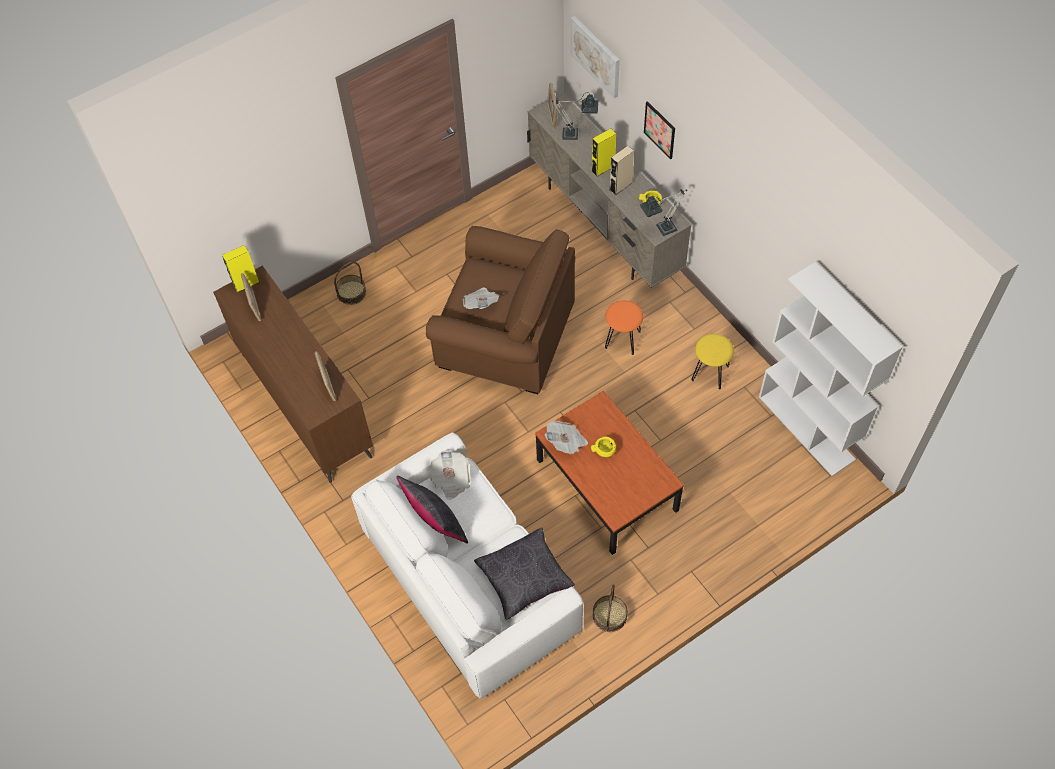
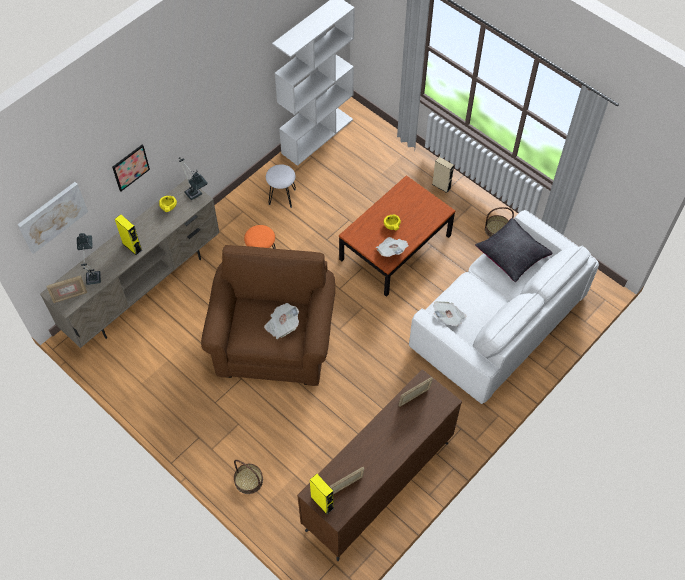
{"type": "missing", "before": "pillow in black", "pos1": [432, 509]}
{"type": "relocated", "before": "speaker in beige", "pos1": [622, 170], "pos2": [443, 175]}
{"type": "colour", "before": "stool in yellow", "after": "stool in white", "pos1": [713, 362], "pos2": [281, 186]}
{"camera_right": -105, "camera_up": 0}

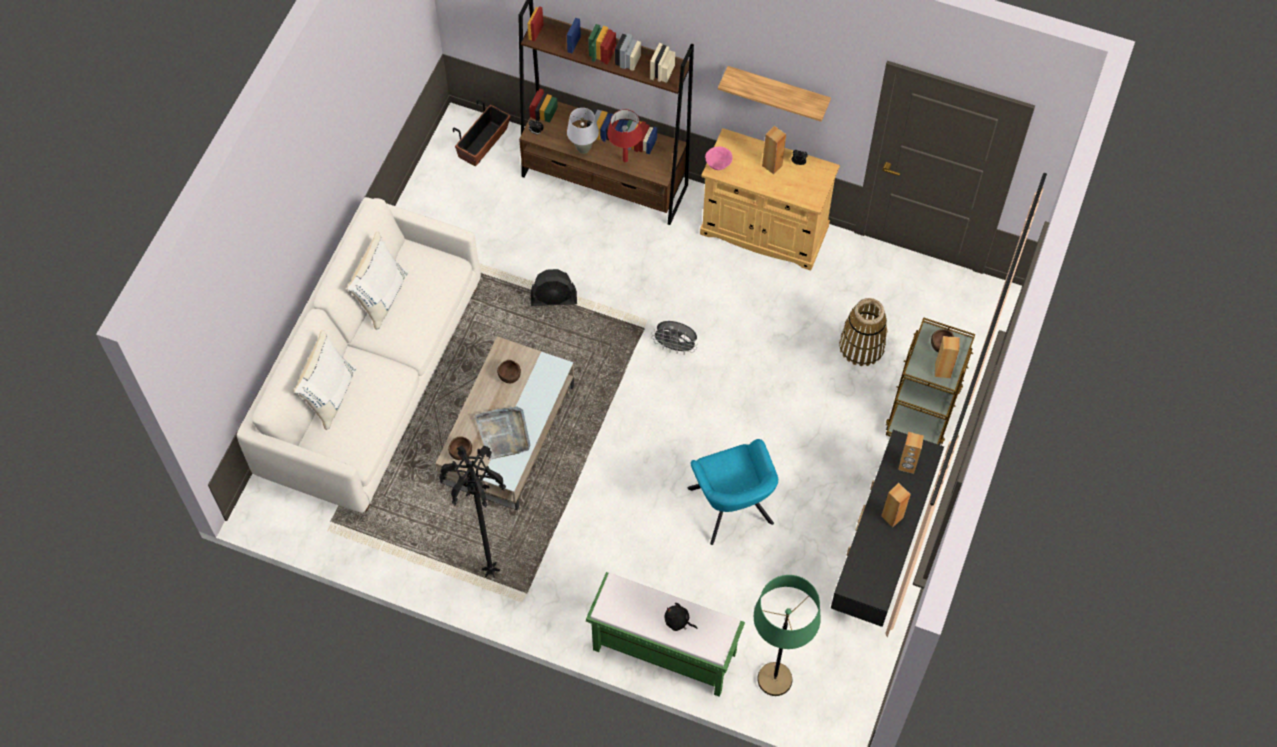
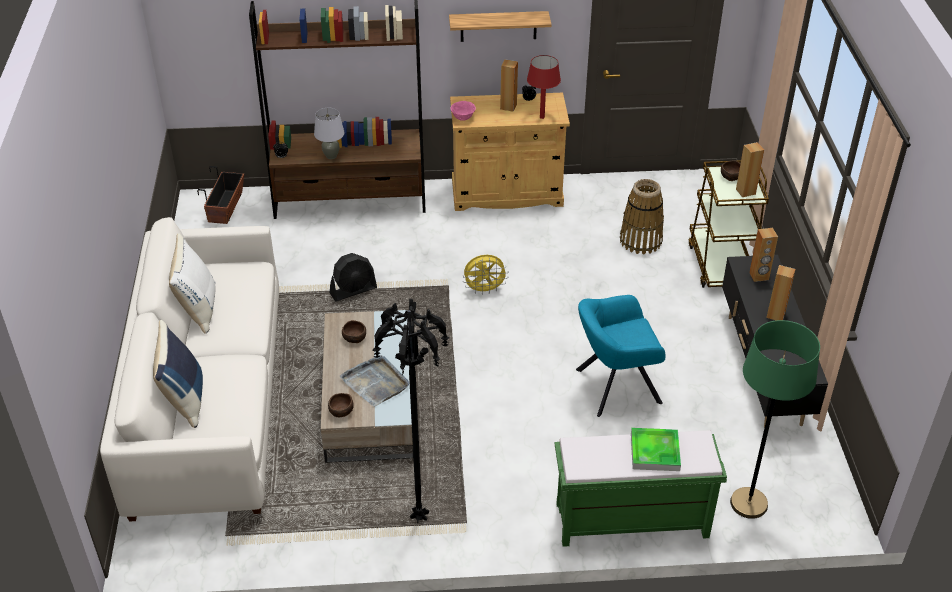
{"type": "colour", "before": "pillow in white", "after": "pillow in blue", "pos1": [325, 380], "pos2": [178, 374]}
{"type": "relocated", "before": "table lamp in red", "pos1": [625, 135], "pos2": [544, 87]}
{"type": "colour", "before": "fan in grey", "after": "fan in yellow", "pos1": [674, 337], "pos2": [486, 275]}
{"type": "exchanged", "before": "plush toy in black", "after": "tray", "pos1": [681, 617], "pos2": [656, 449]}
{"type": "spun", "before": "armchair in turquoise", "pos1": [732, 492], "pos2": [621, 356], "turn": 120}
{"camera_right": -25, "camera_up": -20}

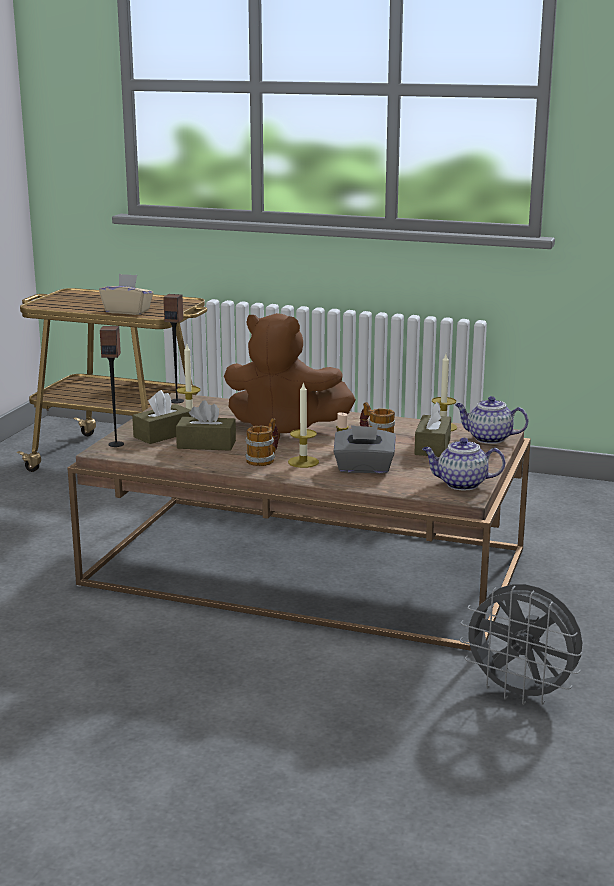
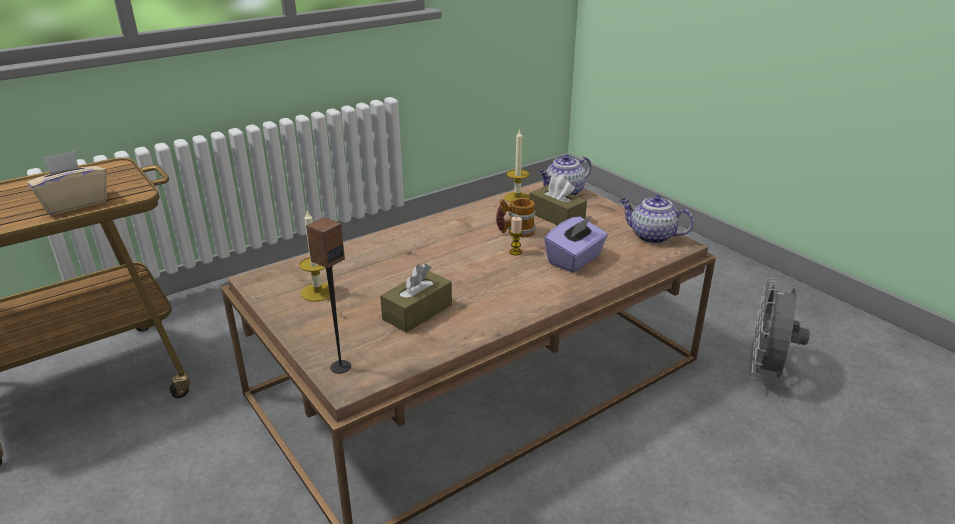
{"type": "missing", "before": "tissue box in brown", "pos1": [162, 417]}
{"type": "missing", "before": "speaker", "pos1": [173, 348]}
{"type": "missing", "before": "plush toy in brown", "pos1": [290, 377]}
{"type": "missing", "before": "mug", "pos1": [261, 442]}
{"type": "missing", "before": "candle", "pos1": [303, 425]}
{"type": "colour", "before": "tissue box in grey", "after": "tissue box in purple", "pos1": [364, 449], "pos2": [576, 244]}
{"type": "spun", "before": "teapot", "pos1": [463, 464], "pos2": [657, 219], "turn": 75}
{"type": "spun", "before": "fan in grey", "pos1": [521, 644], "pos2": [779, 328], "turn": 135}
{"camera_right": -55, "camera_up": 10}

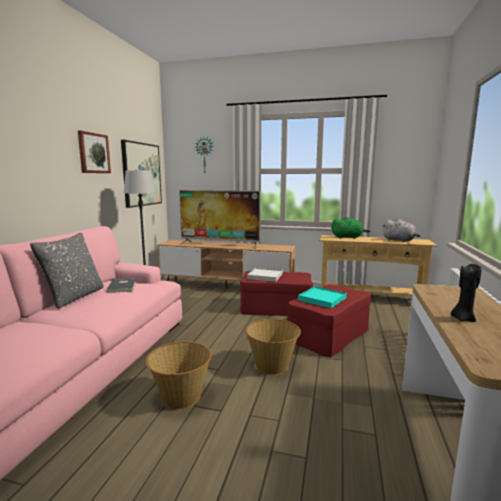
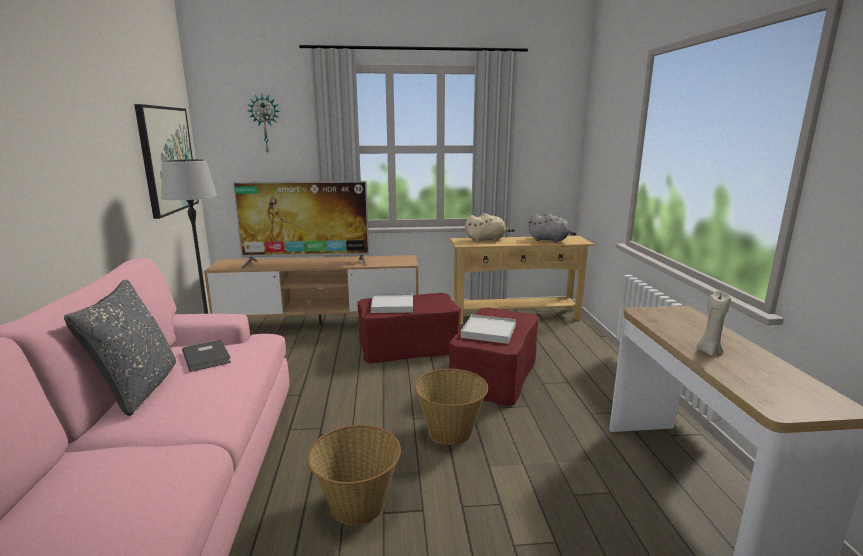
{"type": "missing", "before": "picture", "pos1": [94, 152]}
{"type": "colour", "before": "tray in turquoise", "after": "tray in white", "pos1": [322, 297], "pos2": [488, 329]}
{"type": "colour", "before": "plush toy in green", "after": "plush toy in beige", "pos1": [350, 228], "pos2": [490, 227]}
{"type": "colour", "before": "candle in black", "after": "candle in beige", "pos1": [466, 293], "pos2": [713, 323]}
{"camera_right": -20, "camera_up": 5}

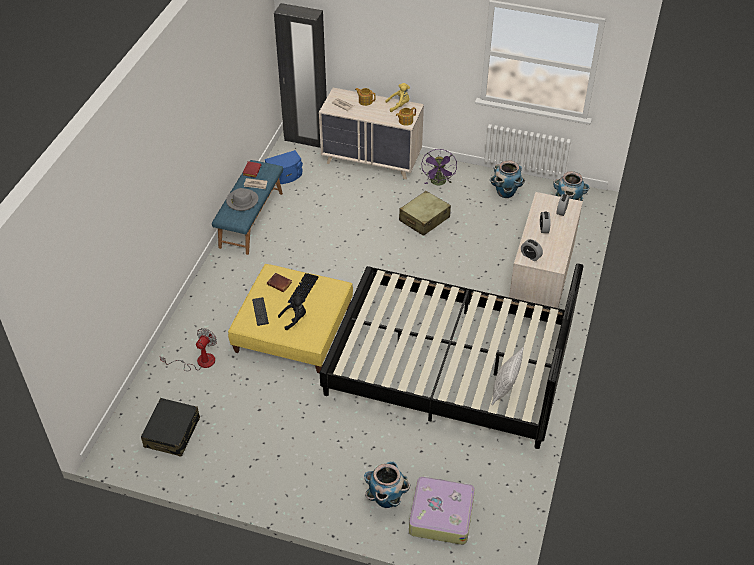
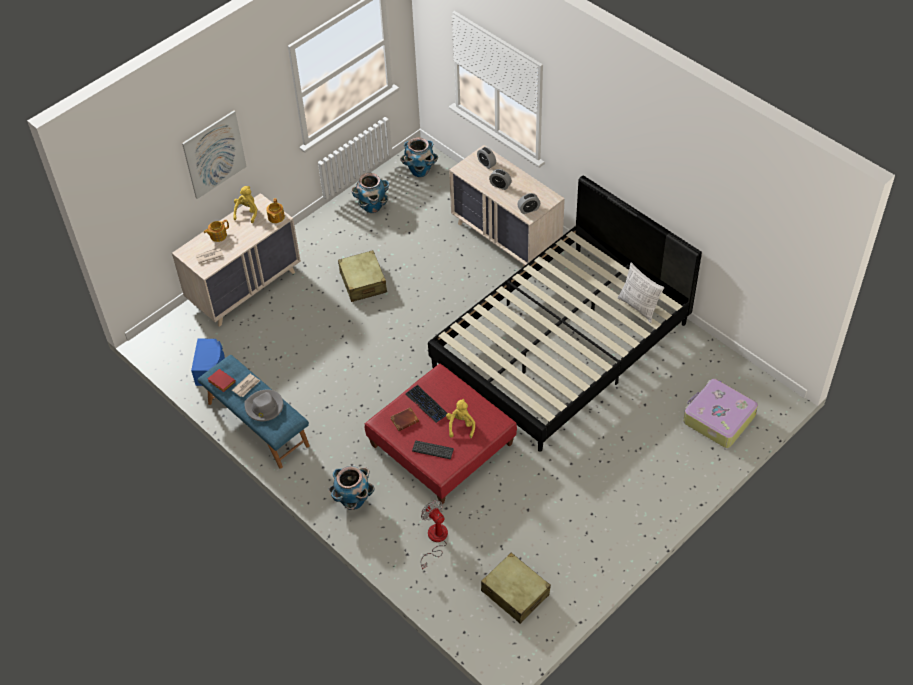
{"type": "colour", "before": "suitcase in black", "after": "suitcase in beige", "pos1": [170, 427], "pos2": [516, 588]}
{"type": "colour", "before": "ottoman in yellow", "after": "ottoman in red", "pos1": [290, 318], "pos2": [441, 434]}
{"type": "missing", "before": "wardrobe in black", "pos1": [300, 75]}
{"type": "colour", "before": "plush toy in black", "after": "plush toy in yellow", "pos1": [292, 313], "pos2": [460, 418]}
{"type": "relocated", "before": "planter", "pos1": [387, 484], "pos2": [351, 488]}
{"type": "missing", "before": "fan in purple", "pos1": [439, 167]}
{"type": "appeared", "after": "picture", "pos2": [214, 155]}
{"camera_right": -60, "camera_up": 5}

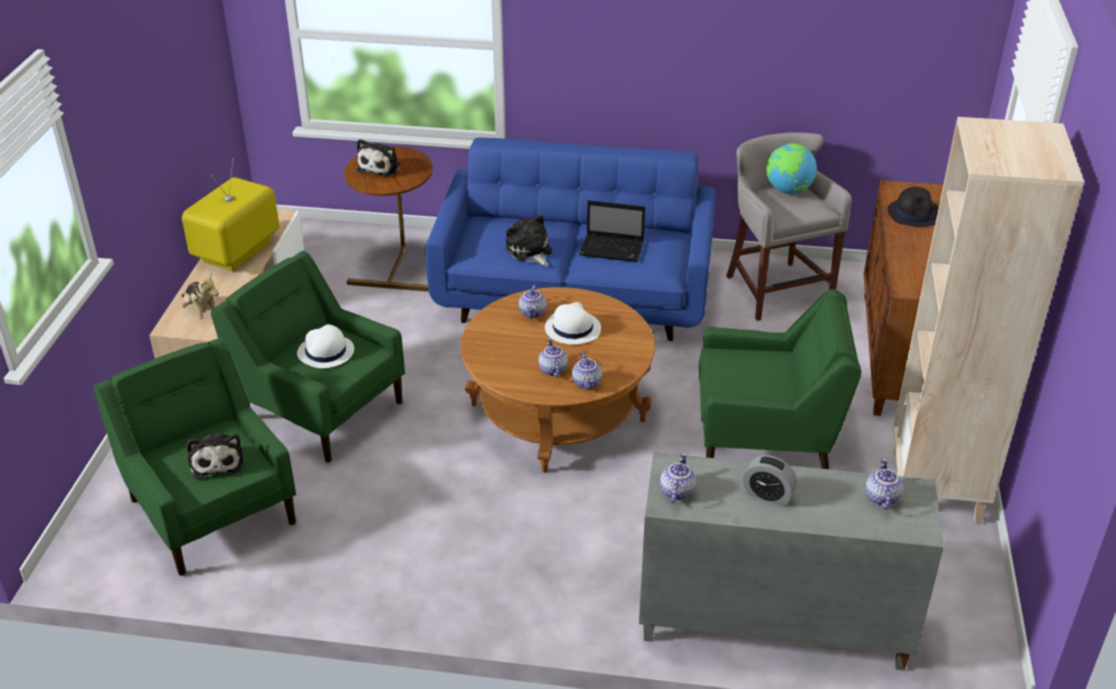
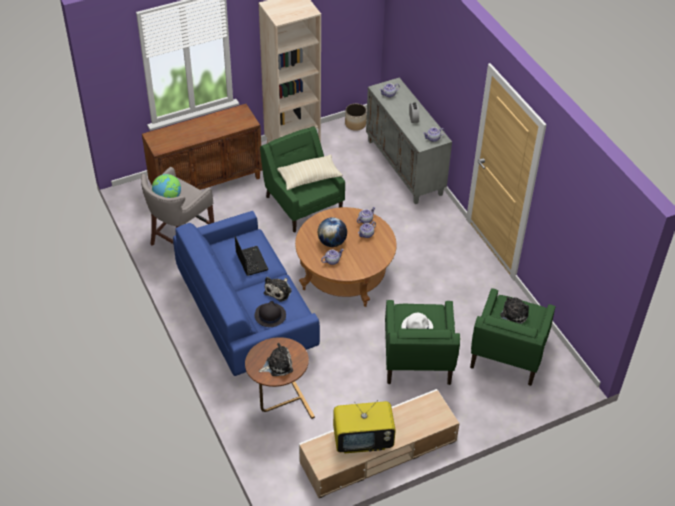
{"type": "missing", "before": "plush toy", "pos1": [200, 296]}
{"type": "exchanged", "before": "hat in white", "after": "globe", "pos1": [573, 323], "pos2": [332, 232]}
{"type": "relocated", "before": "hat in black", "pos1": [913, 207], "pos2": [270, 314]}
{"type": "appeared", "after": "pillow in beige", "pos2": [310, 172]}
{"type": "appeared", "after": "planter", "pos2": [356, 117]}
{"camera_right": -125, "camera_up": 10}

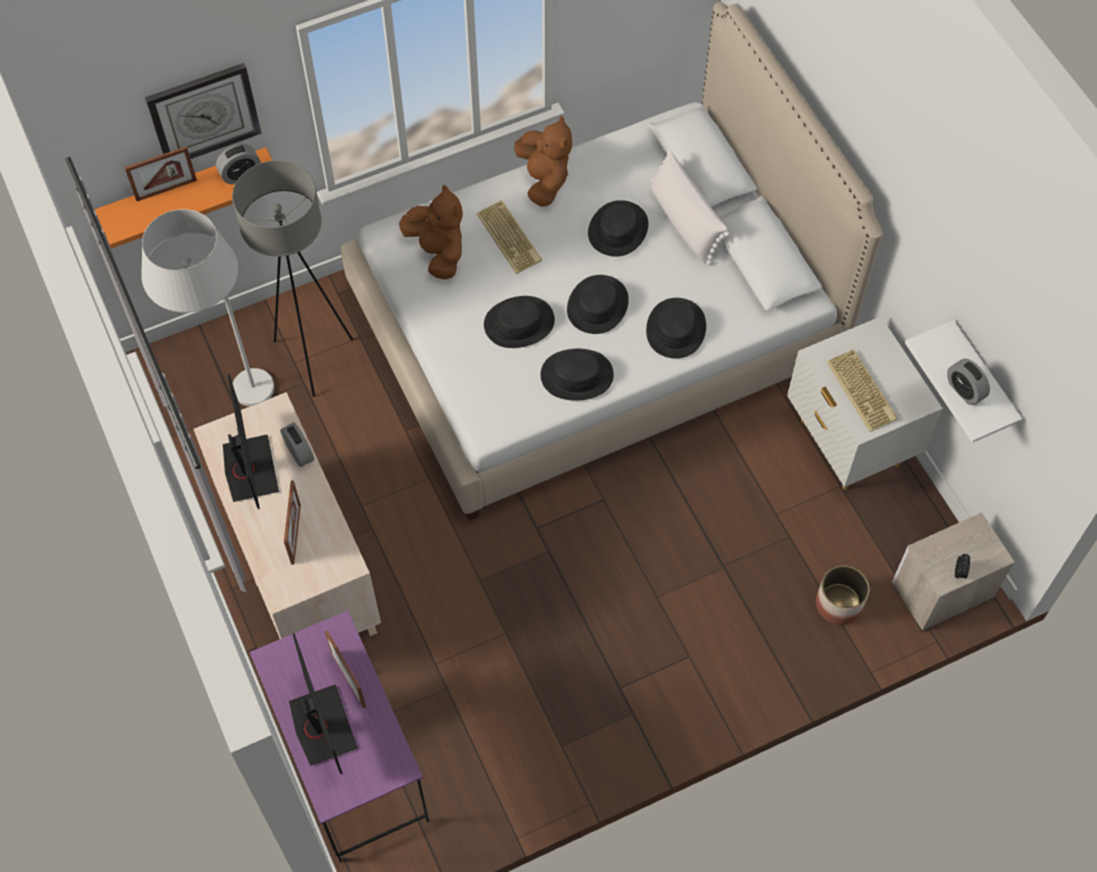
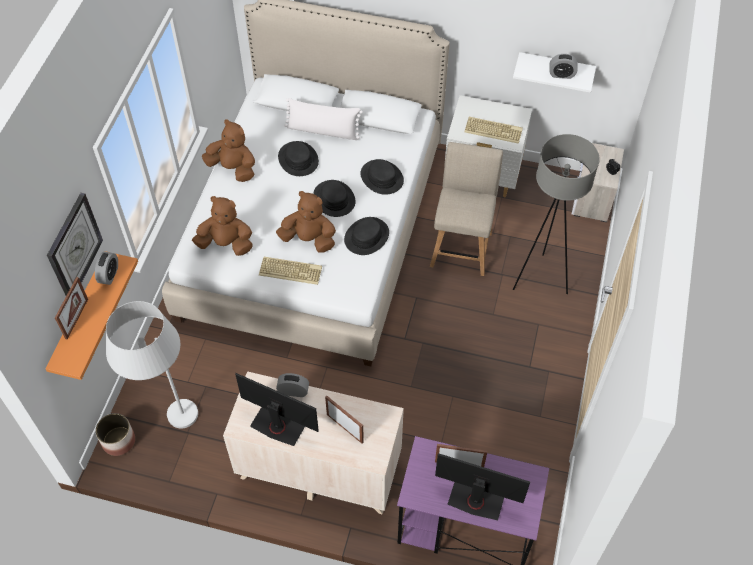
{"type": "relocated", "before": "floor lamp in grey", "pos1": [292, 278], "pos2": [556, 214]}
{"type": "relocated", "before": "keyboard", "pos1": [509, 237], "pos2": [290, 271]}
{"type": "exchanged", "before": "hat in black", "after": "plush toy in brown", "pos1": [519, 322], "pos2": [306, 221]}
{"type": "relocated", "before": "planter", "pos1": [842, 595], "pos2": [115, 434]}
{"type": "appeared", "after": "chair in beige", "pos2": [466, 209]}
{"camera_right": -50, "camera_up": -5}

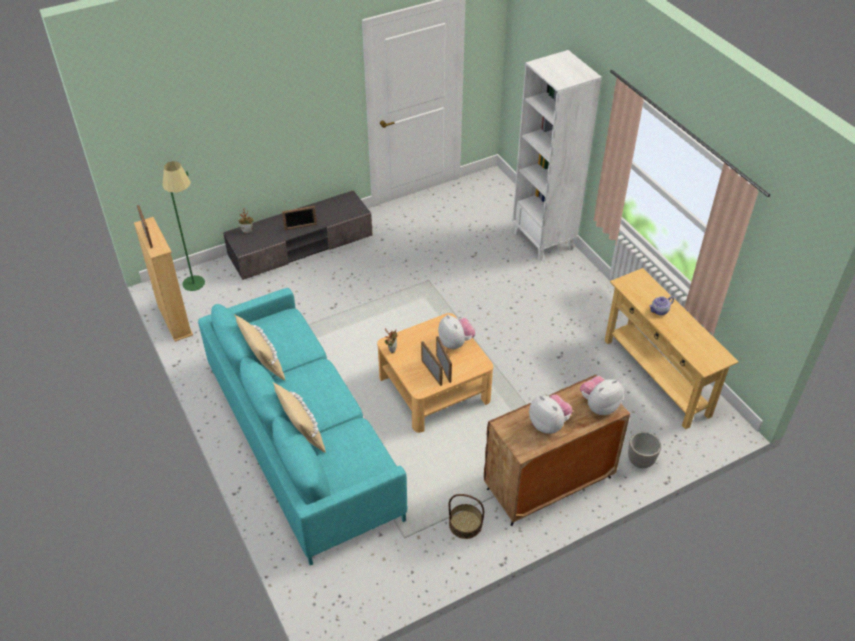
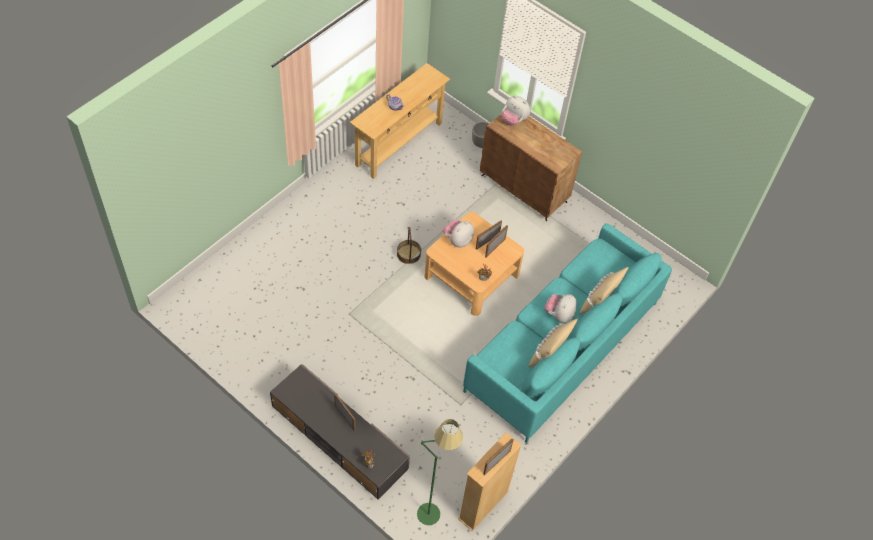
{"type": "relocated", "before": "basket", "pos1": [466, 516], "pos2": [409, 245]}
{"type": "missing", "before": "bookcase in white", "pos1": [557, 155]}
{"type": "relocated", "before": "plush toy", "pos1": [551, 414], "pos2": [561, 308]}
{"camera_right": -115, "camera_up": 10}

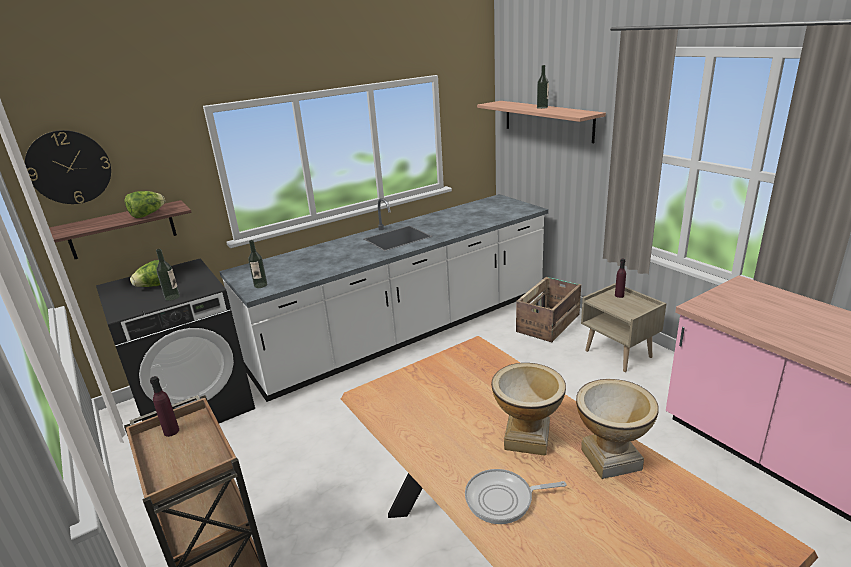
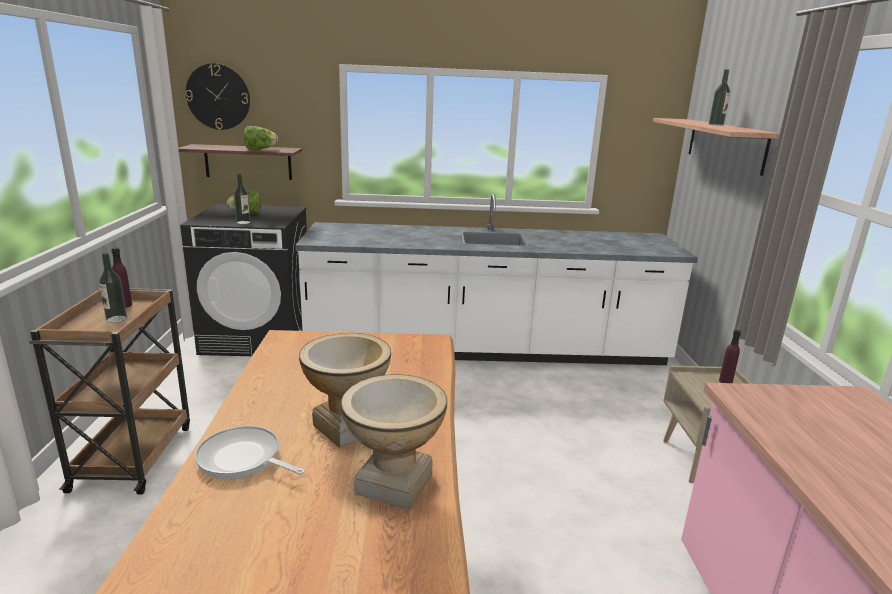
{"type": "relocated", "before": "bottle", "pos1": [257, 264], "pos2": [113, 288]}
{"type": "missing", "before": "crate", "pos1": [548, 309]}
{"camera_right": 30, "camera_up": -5}

